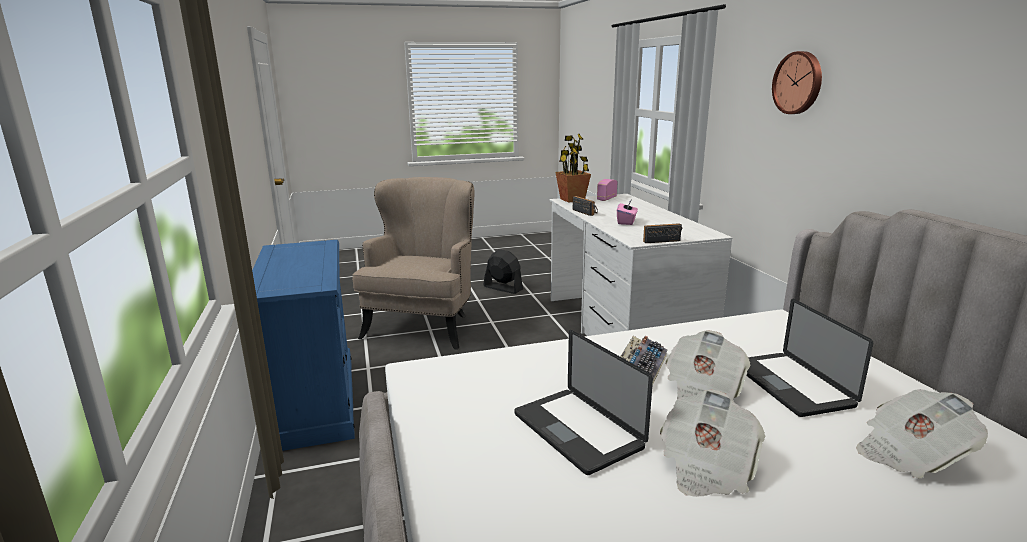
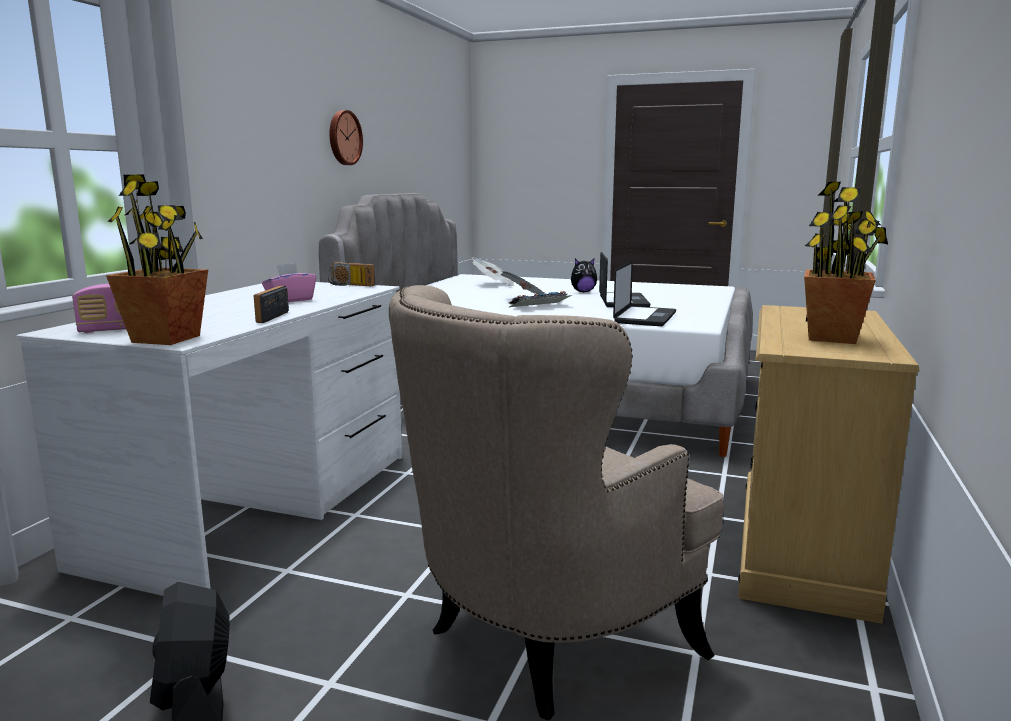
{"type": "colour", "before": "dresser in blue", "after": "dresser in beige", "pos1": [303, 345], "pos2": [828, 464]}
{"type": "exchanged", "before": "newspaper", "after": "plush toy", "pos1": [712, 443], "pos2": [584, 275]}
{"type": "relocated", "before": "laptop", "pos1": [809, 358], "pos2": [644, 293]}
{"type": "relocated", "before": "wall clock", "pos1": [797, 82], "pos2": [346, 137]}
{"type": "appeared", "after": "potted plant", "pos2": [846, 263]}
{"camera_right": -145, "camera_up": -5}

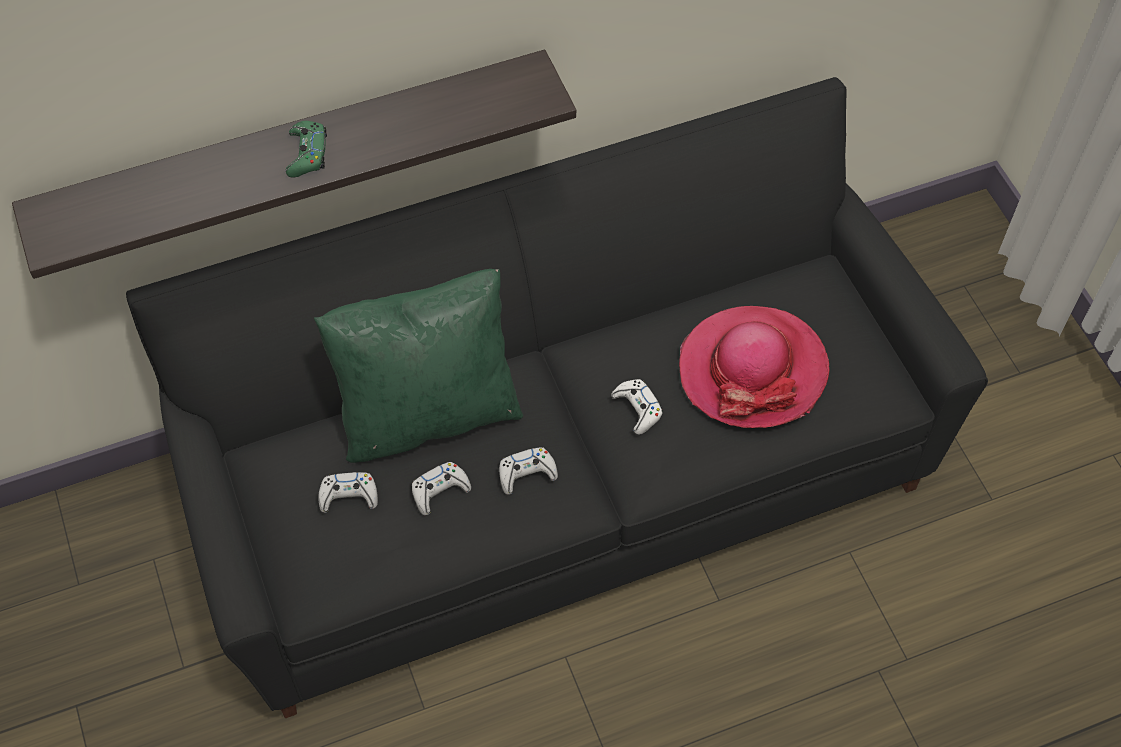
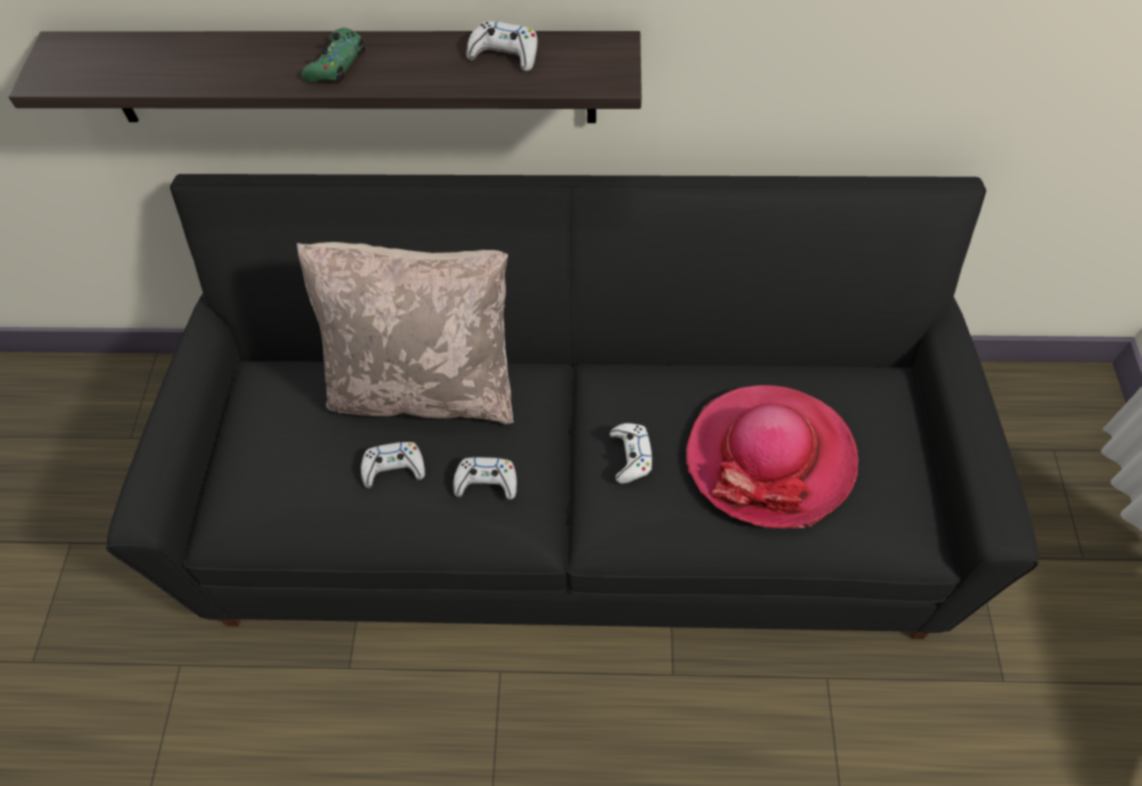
{"type": "colour", "before": "pillow in green", "after": "pillow in beige", "pos1": [419, 366], "pos2": [405, 333]}
{"type": "relocated", "before": "game controller in white", "pos1": [348, 492], "pos2": [501, 46]}
{"camera_right": 25, "camera_up": 0}

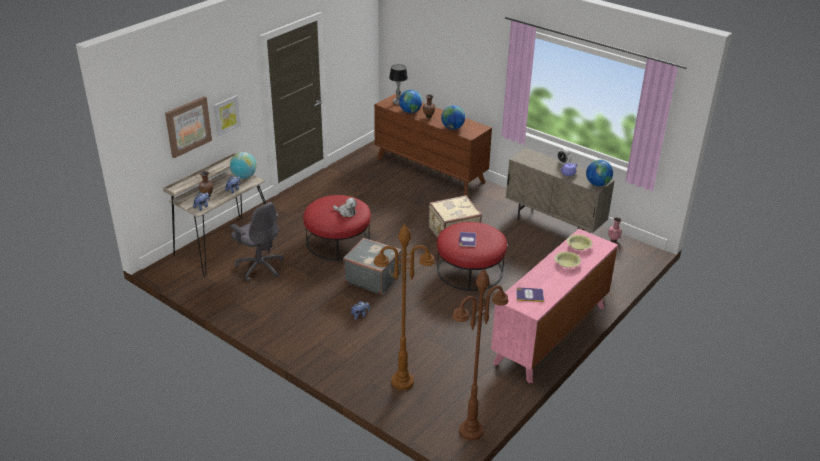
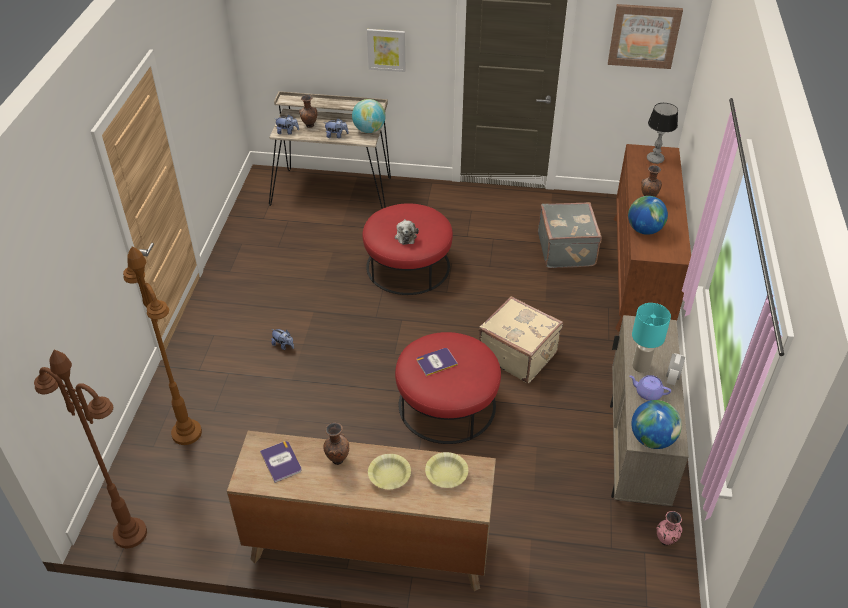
{"type": "relocated", "before": "picture", "pos1": [188, 127], "pos2": [645, 36]}
{"type": "missing", "before": "office chair in grey", "pos1": [257, 242]}
{"type": "relocated", "before": "suitcase in grey", "pos1": [372, 266], "pos2": [570, 235]}
{"type": "missing", "before": "globe", "pos1": [410, 101]}
{"type": "colour", "before": "dresser in pink", "after": "dresser in brown", "pos1": [554, 306], "pos2": [361, 511]}
{"type": "appeared", "after": "vase in brown", "pos2": [336, 444]}
{"type": "appeared", "after": "table lamp in turquoise", "pos2": [651, 338]}
{"camera_right": 60, "camera_up": 10}

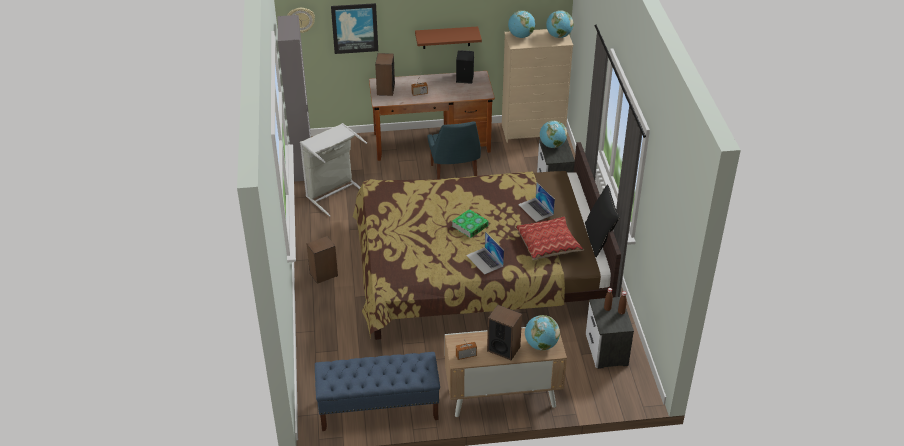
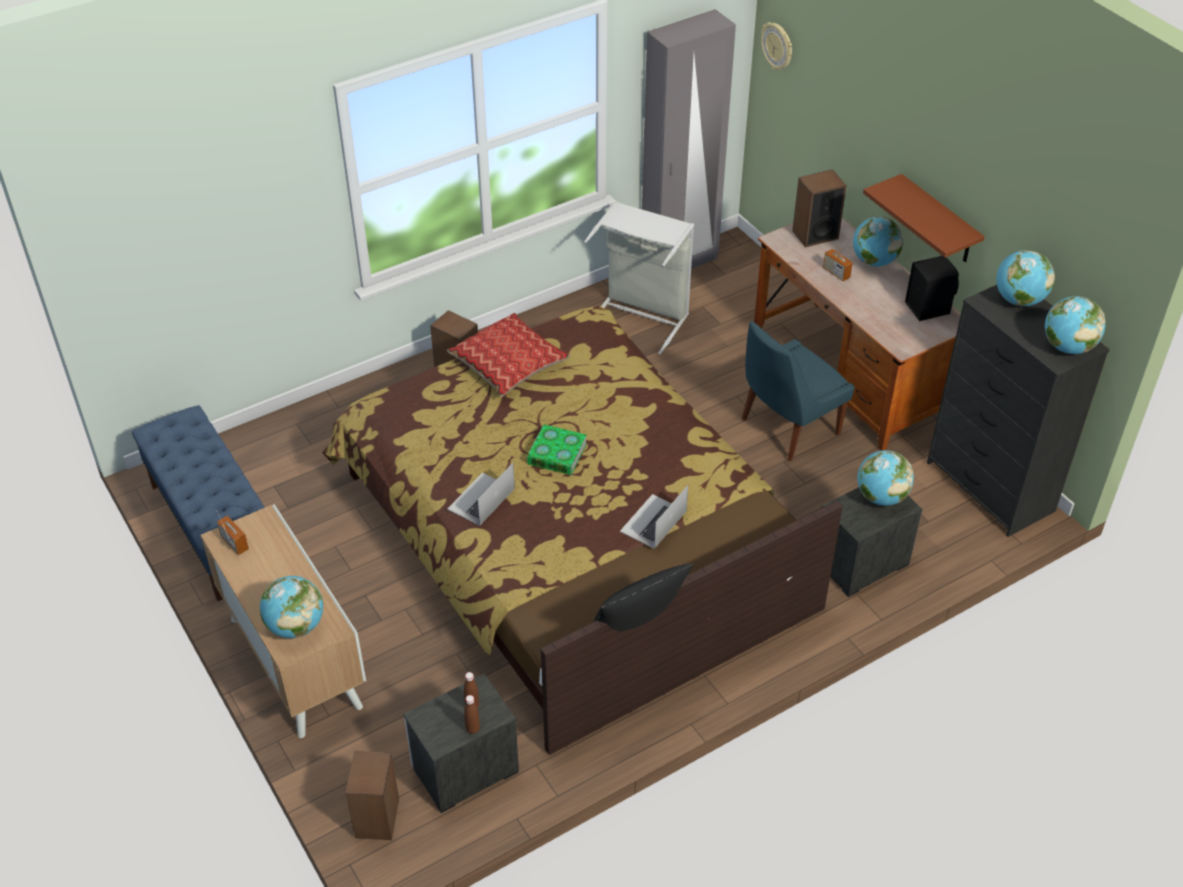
{"type": "missing", "before": "picture", "pos1": [354, 28]}
{"type": "relocated", "before": "speaker", "pos1": [504, 332], "pos2": [372, 795]}
{"type": "colour", "before": "dresser in beige", "after": "dresser in black", "pos1": [537, 86], "pos2": [1018, 411]}
{"type": "relocated", "before": "pillow", "pos1": [549, 238], "pos2": [508, 355]}
{"type": "appeared", "after": "globe", "pos2": [878, 241]}
{"camera_right": 65, "camera_up": 5}

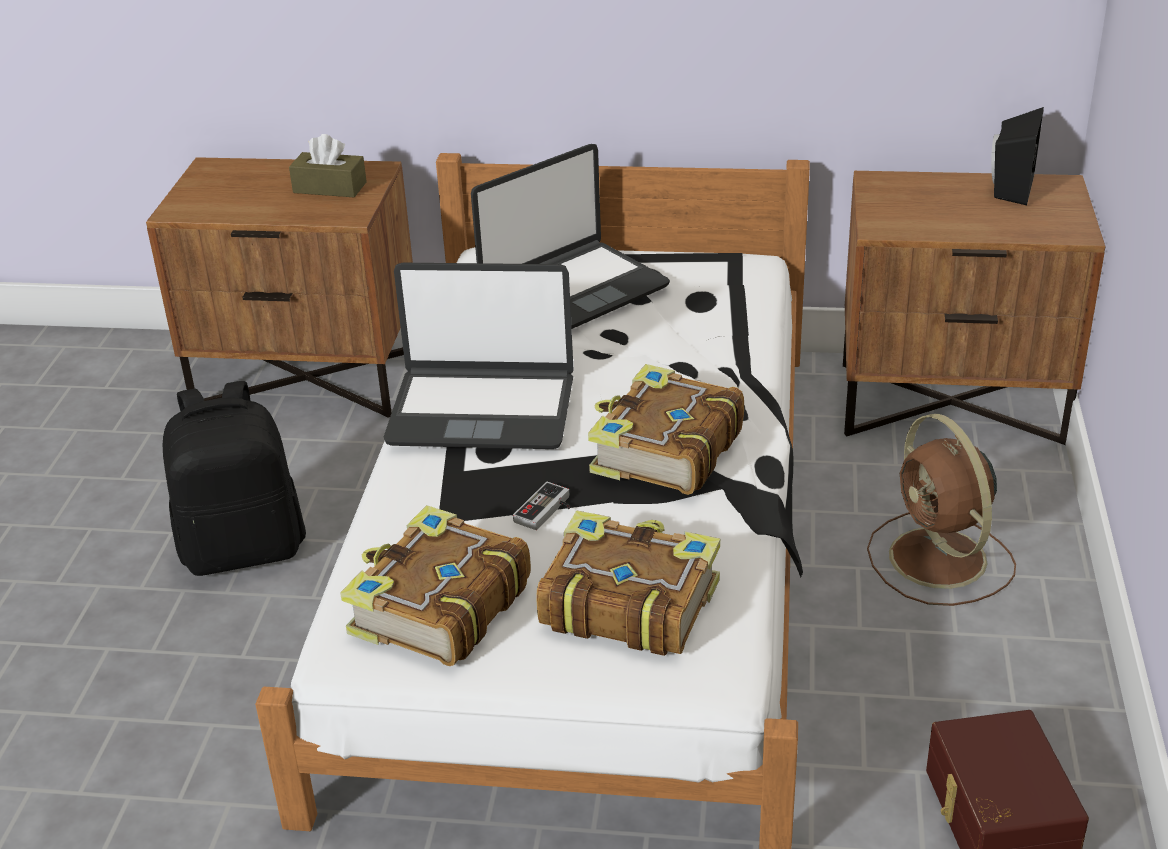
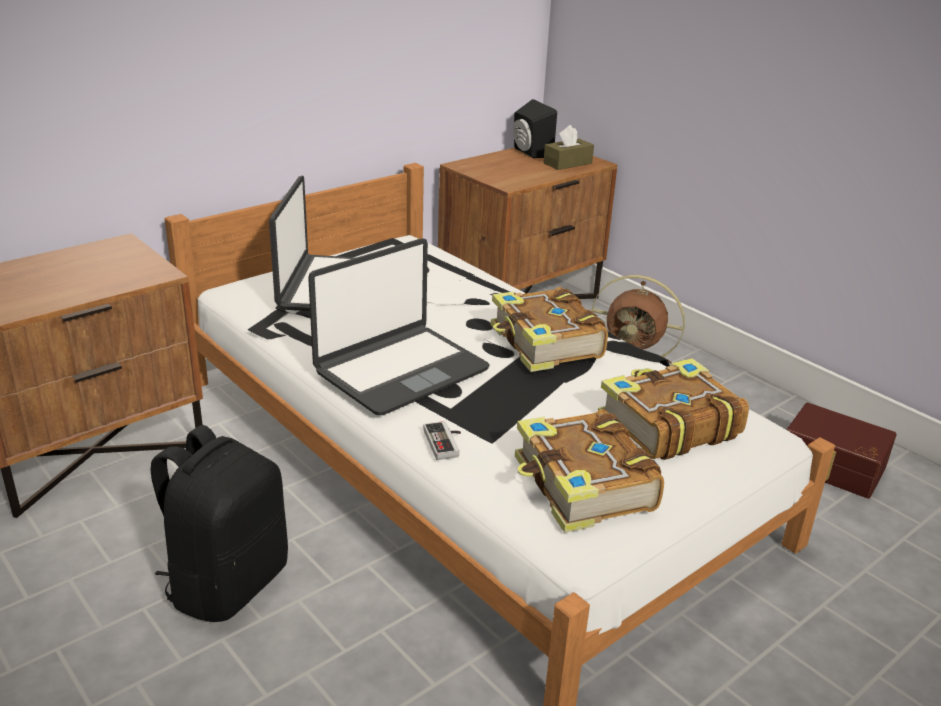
{"type": "relocated", "before": "tissue box in brown", "pos1": [328, 165], "pos2": [568, 147]}
{"type": "relocated", "before": "game controller", "pos1": [541, 506], "pos2": [442, 440]}
{"camera_right": -50, "camera_up": -5}

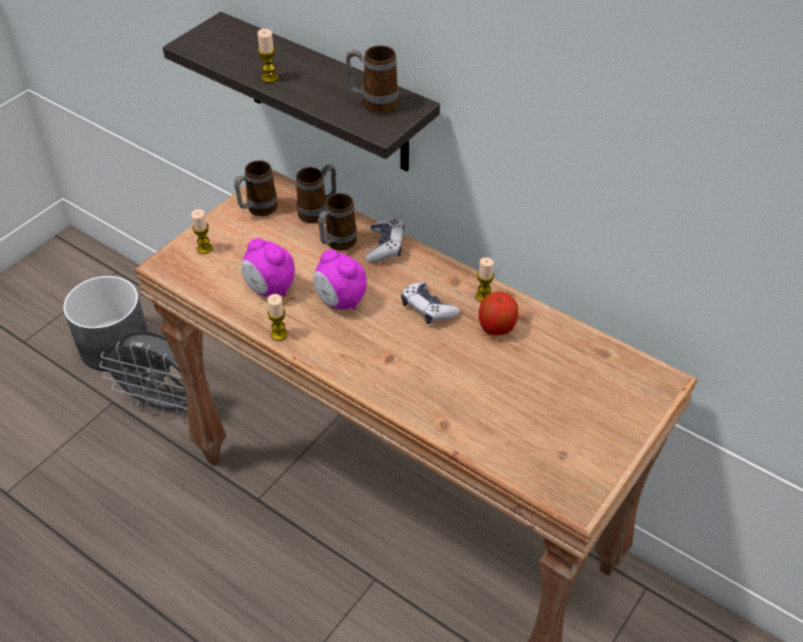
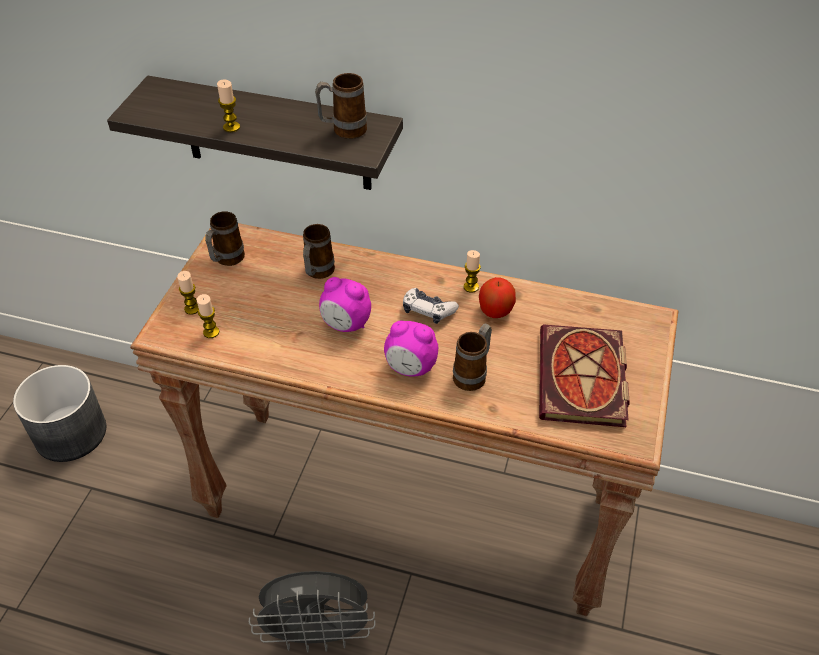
{"type": "relocated", "before": "fan in grey", "pos1": [143, 374], "pos2": [312, 612]}
{"type": "relocated", "before": "alarm clock", "pos1": [268, 267], "pos2": [411, 348]}
{"type": "relocated", "before": "candle", "pos1": [277, 317], "pos2": [208, 316]}
{"type": "relocated", "before": "mug", "pos1": [316, 193], "pos2": [472, 357]}
{"type": "missing", "before": "game controller", "pos1": [385, 241]}
{"type": "appeared", "after": "book", "pos2": [584, 375]}
{"camera_right": -20, "camera_up": 0}

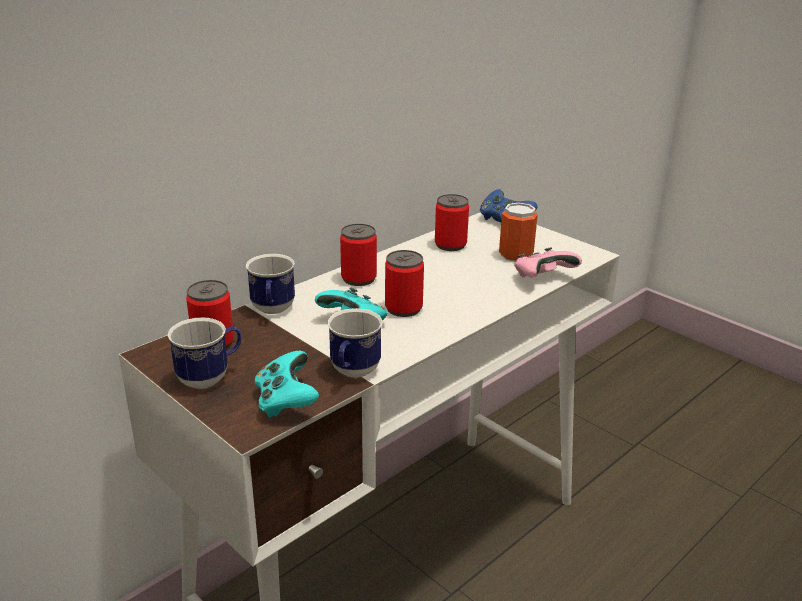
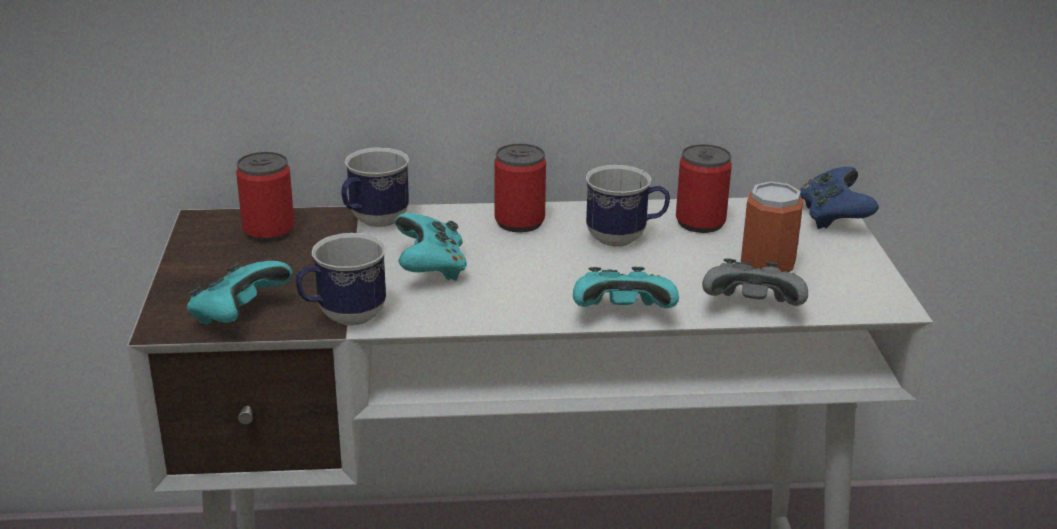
{"type": "relocated", "before": "mug", "pos1": [204, 353], "pos2": [628, 206]}
{"type": "missing", "before": "can", "pos1": [404, 283]}
{"type": "colour", "before": "game controller in pink", "after": "game controller in grey", "pos1": [548, 262], "pos2": [755, 282]}
{"type": "appeared", "after": "game controller in turquoise", "pos2": [626, 287]}
{"camera_right": 40, "camera_up": 0}

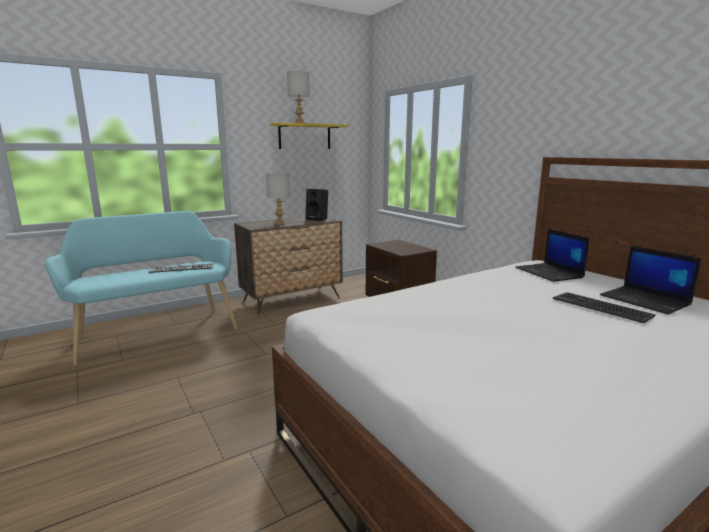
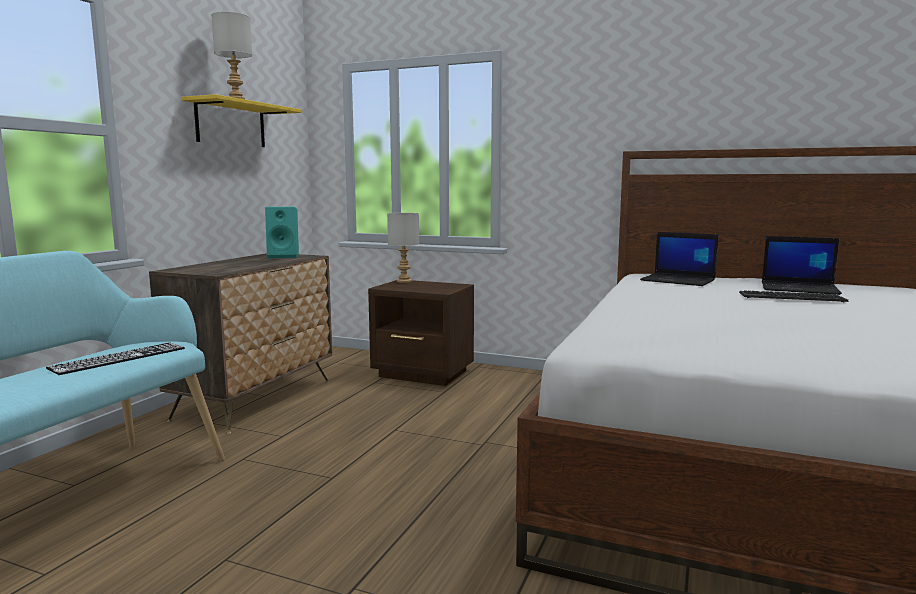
{"type": "relocated", "before": "table lamp in grey", "pos1": [278, 199], "pos2": [403, 248]}
{"type": "colour", "before": "speaker in black", "after": "speaker in turquoise", "pos1": [316, 205], "pos2": [282, 233]}
{"camera_right": -35, "camera_up": -5}

